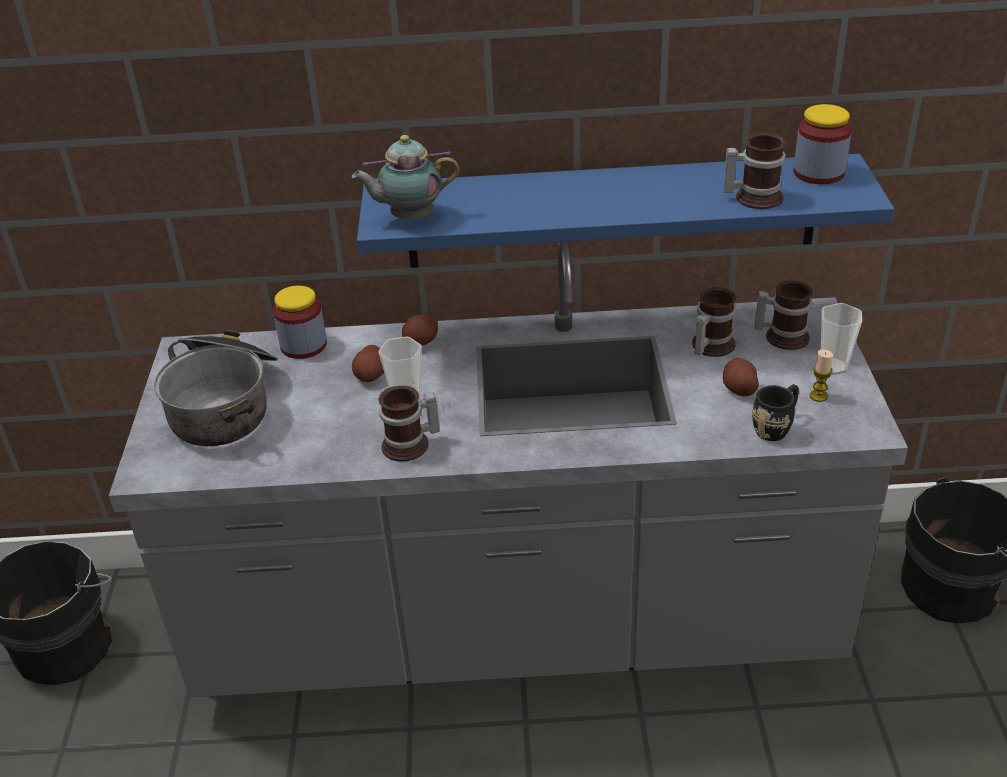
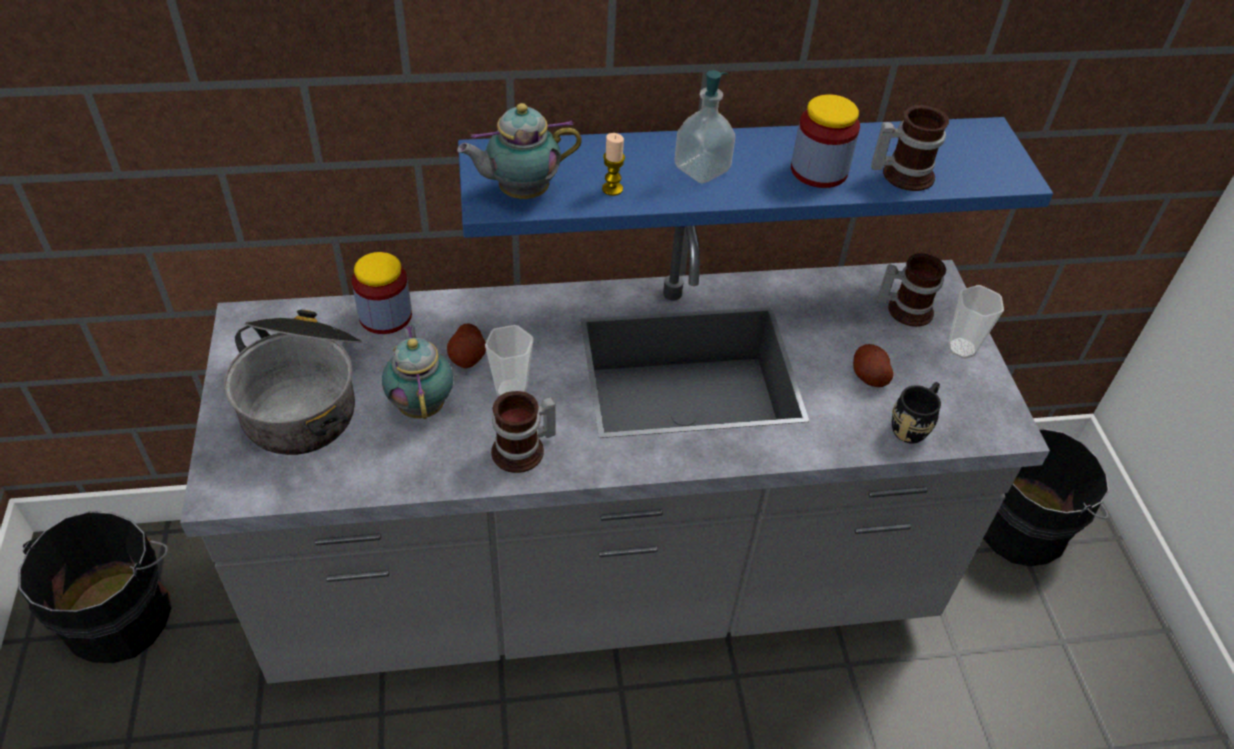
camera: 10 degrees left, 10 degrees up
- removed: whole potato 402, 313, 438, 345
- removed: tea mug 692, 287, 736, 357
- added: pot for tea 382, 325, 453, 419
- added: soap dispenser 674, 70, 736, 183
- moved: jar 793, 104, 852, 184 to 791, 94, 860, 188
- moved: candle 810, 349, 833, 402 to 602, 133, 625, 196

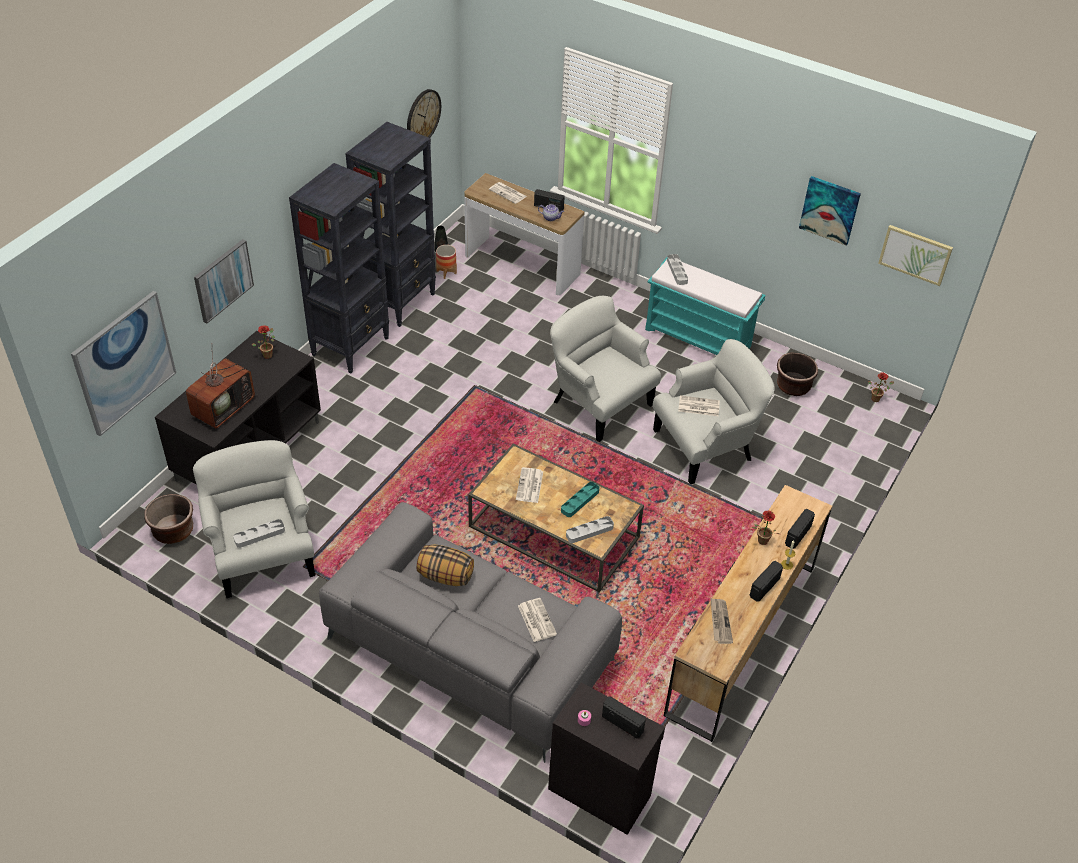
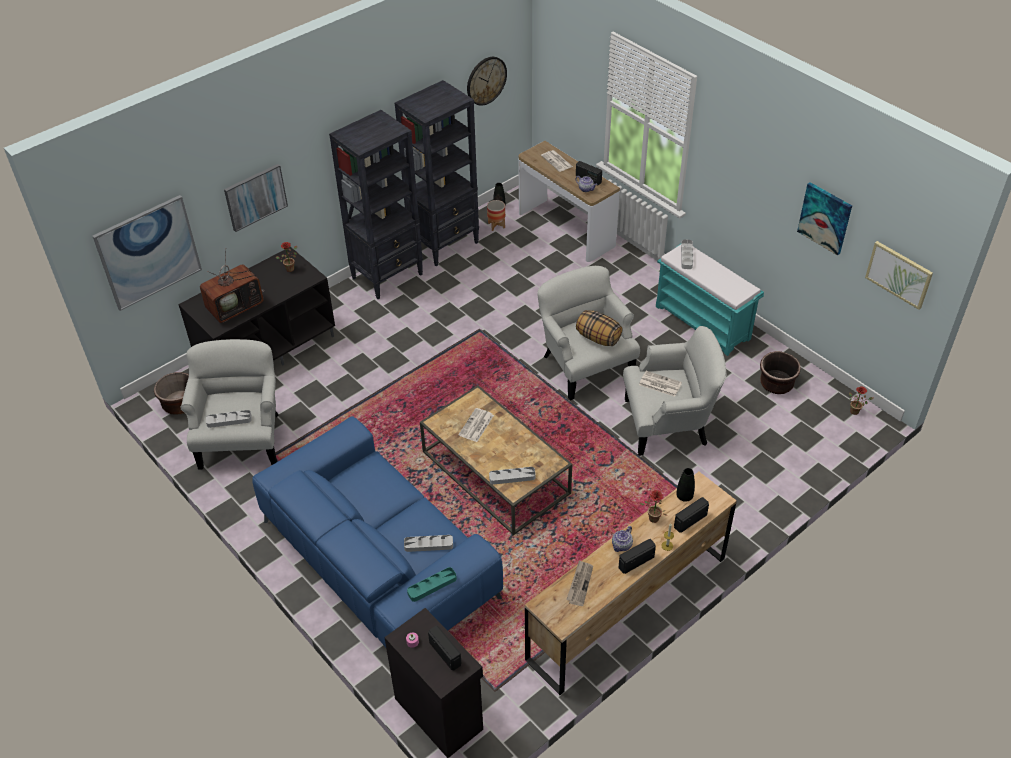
camera: 20 degrees right, 0 degrees up
- added: pot for tea 612, 526, 633, 552
- added: black flower vase 676, 468, 695, 502
- moved: throw pillow 417, 544, 474, 586 to 576, 310, 622, 346
- moved: blue-green tray 561, 482, 599, 517 to 407, 567, 457, 602
- replaced: daily paper 518, 598, 557, 642 to gray tray 404, 535, 453, 552
- recoloured: gray couch 319, 502, 622, 763 to bluish couch 252, 416, 503, 647

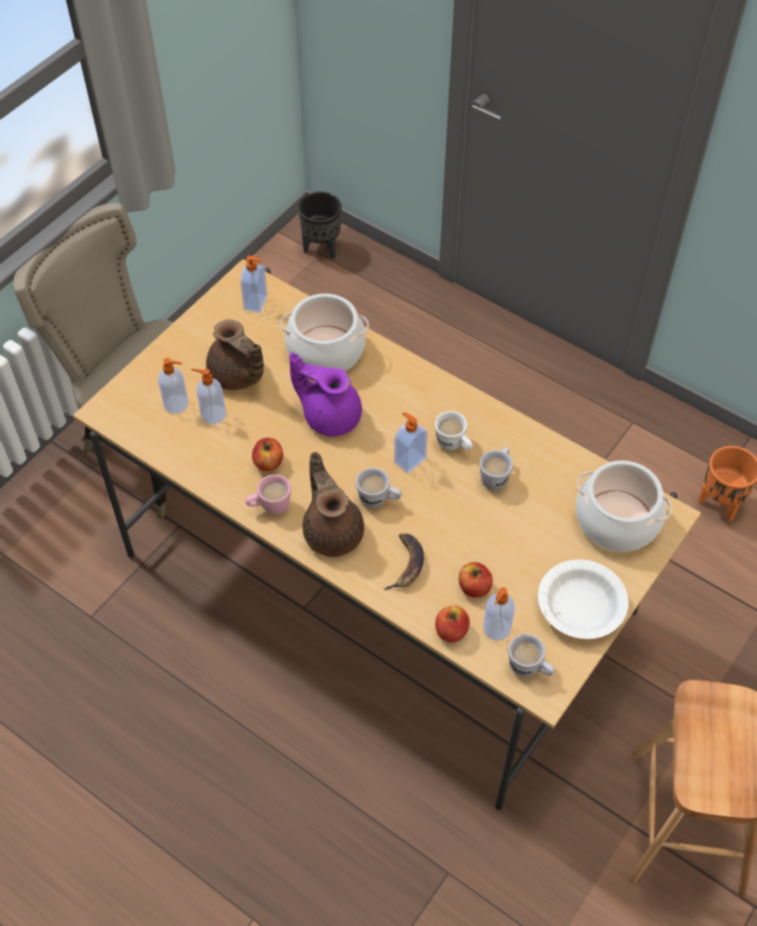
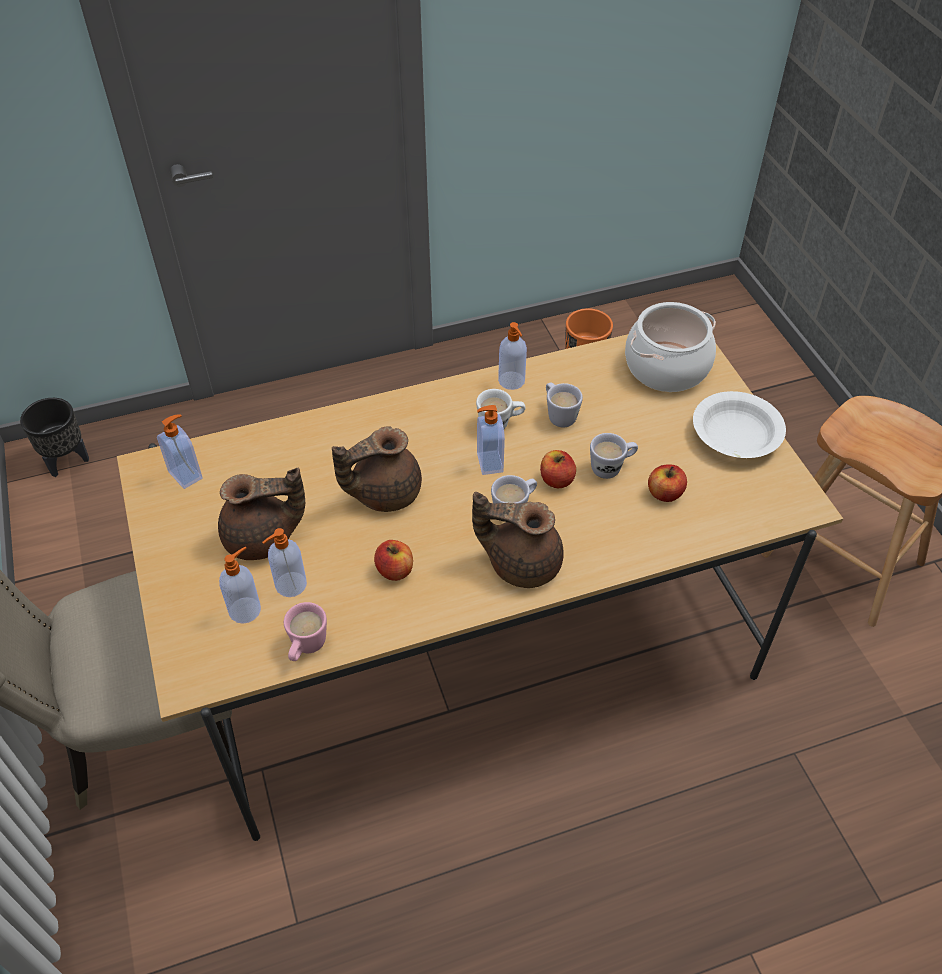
camera: 55 degrees left, 5 degrees down
- removed: cooking pot 280, 293, 369, 371
- removed: banana fruit 383, 534, 424, 590
- moved: pinkish tea mug 245, 474, 291, 515 to 284, 602, 327, 661
- moved: apple 435, 605, 470, 643 to 540, 450, 576, 488
- moved: soap dispenser 483, 587, 515, 640 to 498, 322, 527, 390
- moved: white tea mug 508, 634, 555, 677 to 590, 433, 638, 479
- recoloured: purplish pot for tea 289, 352, 362, 436 to brown-coloured pot for tea 332, 427, 422, 512

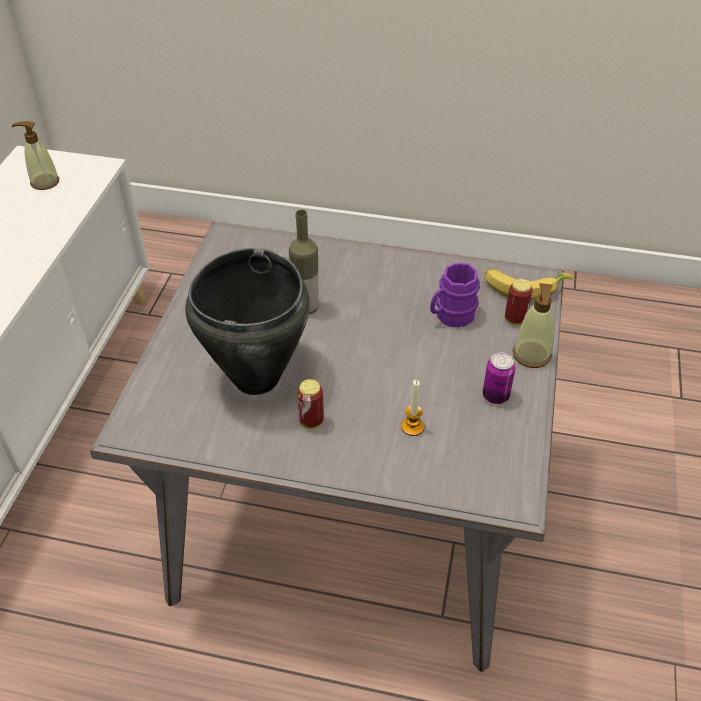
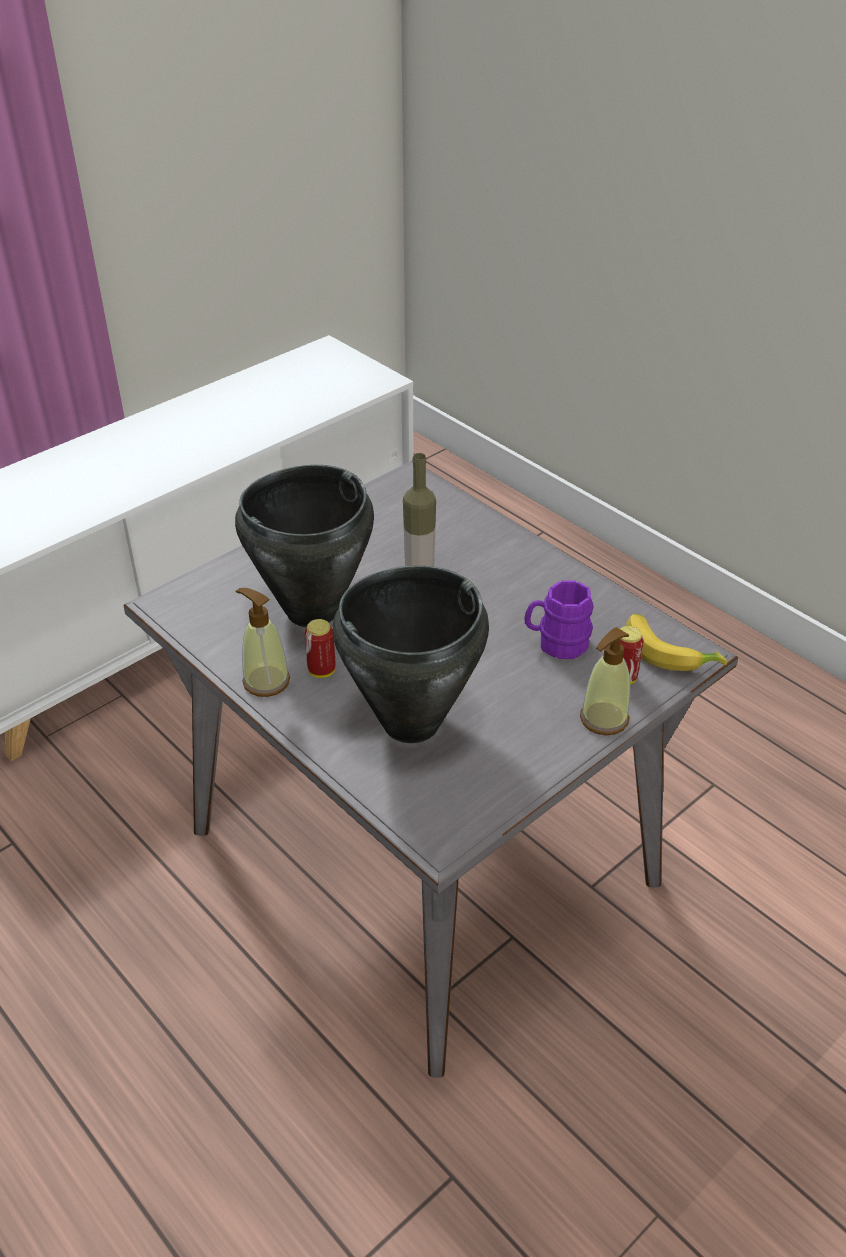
camera: 35 degrees right, 5 degrees down
- removed: metal can 483, 352, 515, 404
- moved: soap dispenser 12, 121, 59, 190 to 236, 588, 290, 697
- replaced: candle 401, 380, 424, 436 to black cooking pot 333, 566, 489, 743

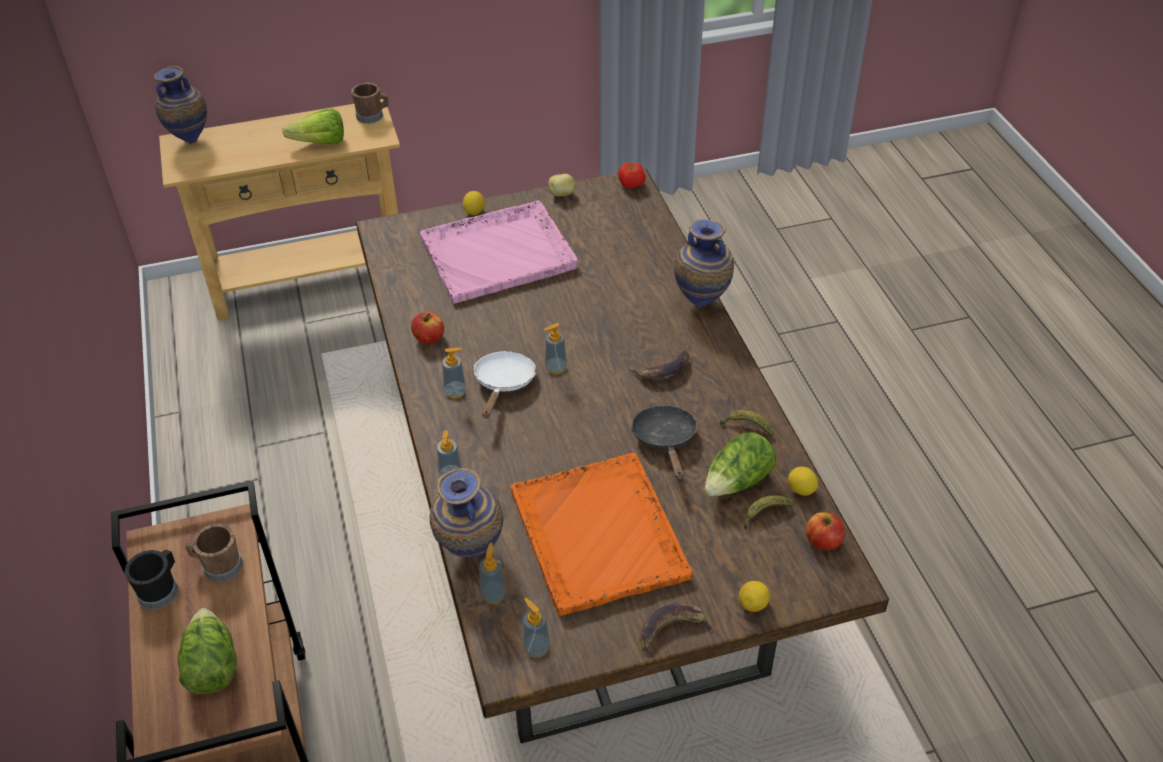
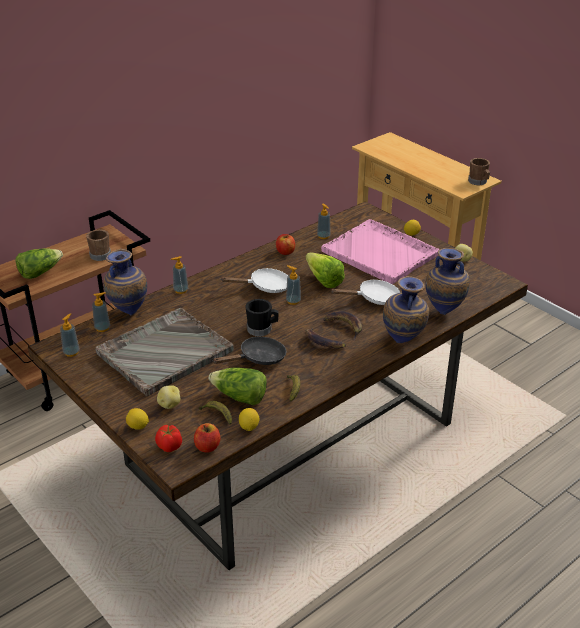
camera: 65 degrees right, 10 degrees down
- added: whole potato 157, 385, 180, 409
- added: white skillet 330, 279, 400, 305
- moved: black tea mug 124, 549, 178, 610 to 245, 299, 279, 336
- moved: flower vase 154, 66, 207, 144 to 426, 248, 470, 315
- moved: lettuce 282, 108, 344, 144 to 306, 252, 345, 288
- moved: soap dispenser 442, 348, 466, 399 to 317, 204, 331, 239
- moved: whole tomato 618, 162, 646, 189 to 155, 425, 182, 452
- moved: banana fruit 640, 603, 716, 652 to 323, 311, 362, 340
- recoloured: orangey tray 510, 453, 693, 616 to gray tray 95, 308, 234, 397

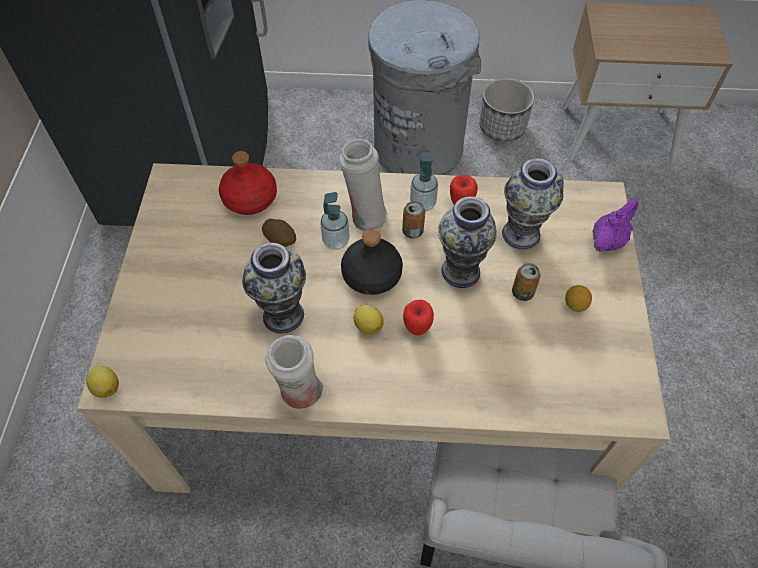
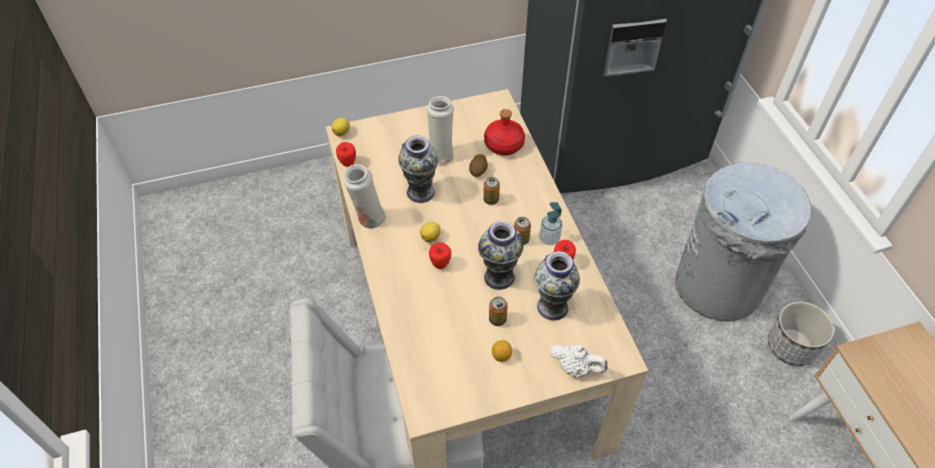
camera: 70 degrees right, 5 degrees down
- removed: black drink bottle 341, 229, 403, 295
- added: apple 336, 142, 356, 167
- moved: white flower vase 339, 139, 388, 231 to 427, 96, 454, 163
- replaced: soap dispenser 320, 192, 349, 250 to metal can 483, 177, 500, 205
- recoloured: purplish pot for tea 592, 198, 638, 252 to white pot for tea 550, 345, 608, 377

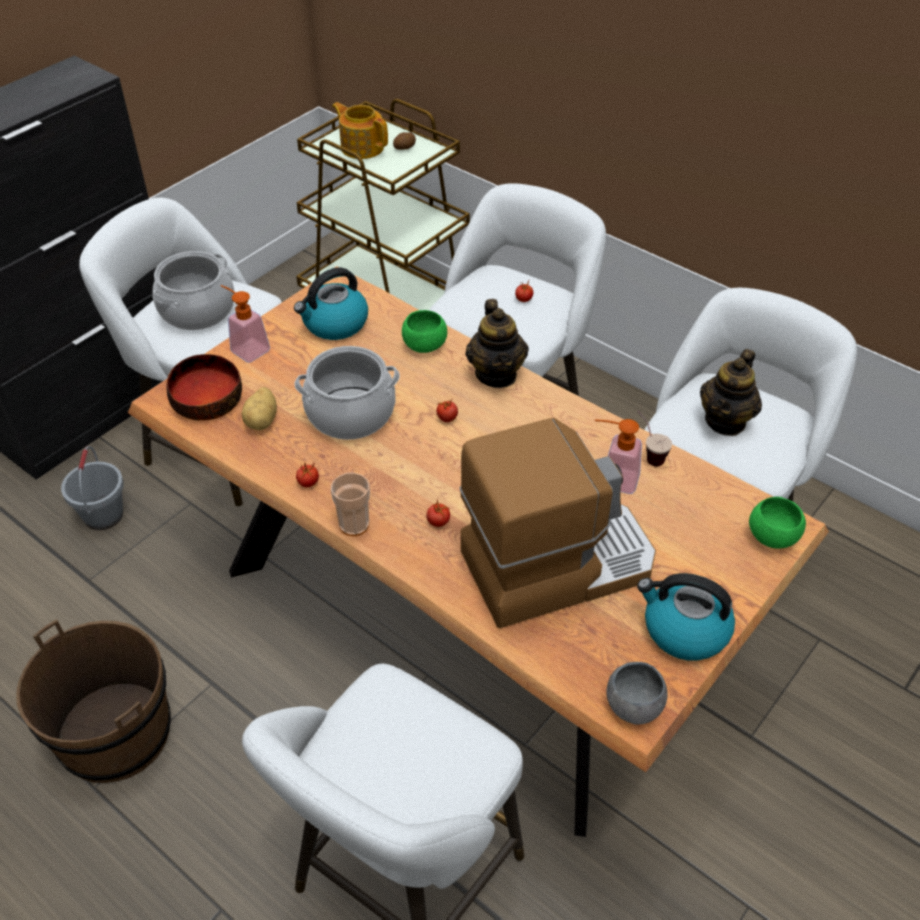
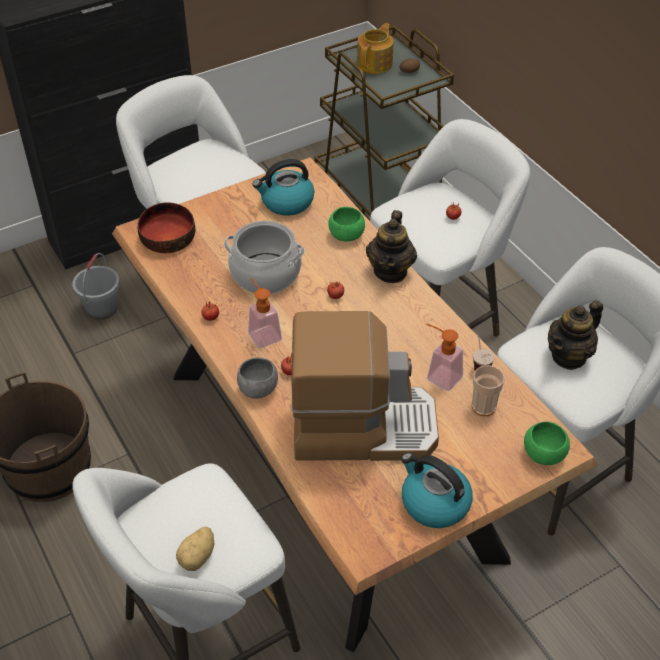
camera: 20 degrees right, 0 degrees up
- removed: cooking pot 153, 251, 234, 330
- moved: soap dispenser 221, 285, 270, 363 to 248, 278, 282, 348
- moved: whole potato 241, 387, 277, 430 to 176, 526, 215, 571
- moved: small cup 331, 473, 370, 536 to 472, 365, 505, 416
- moved: gray serving bowl 606, 662, 668, 725 to 237, 357, 278, 399
- turned: pot for tea 332, 102, 388, 159 = 357, 23, 394, 74 60 degrees clockwise

